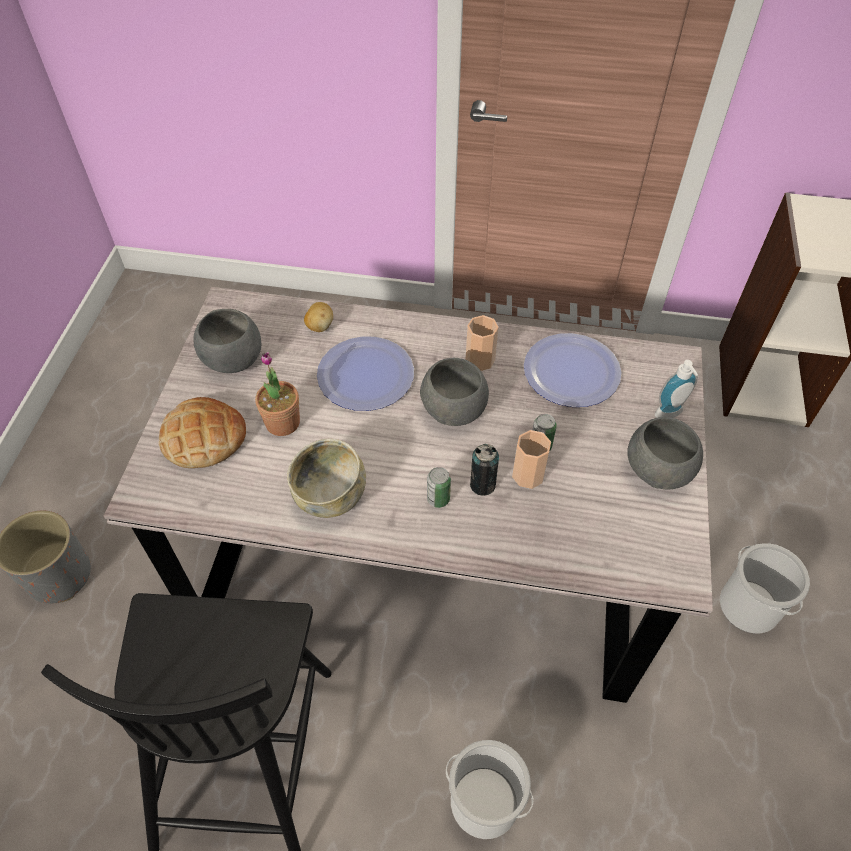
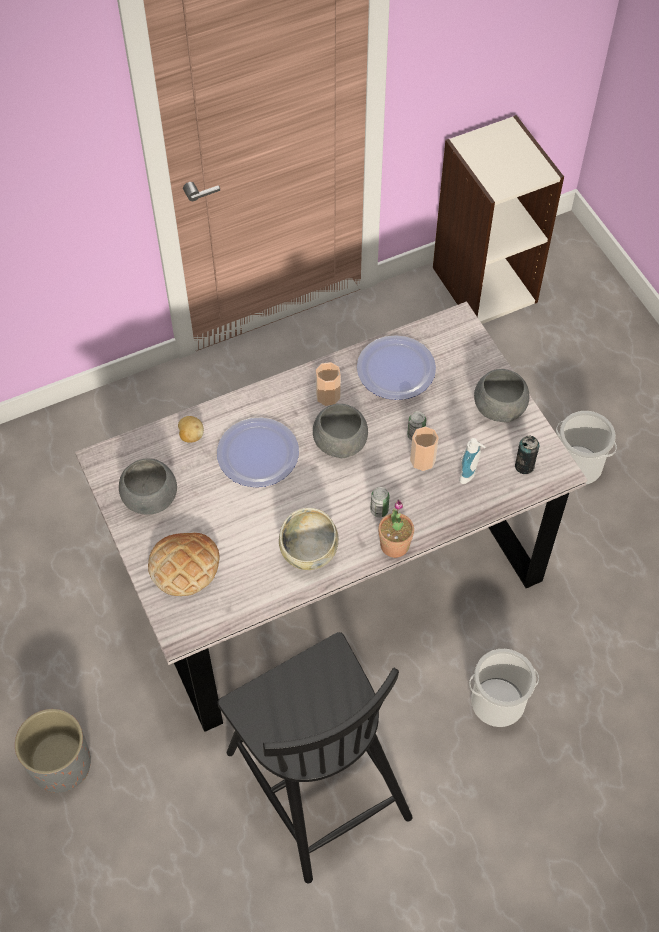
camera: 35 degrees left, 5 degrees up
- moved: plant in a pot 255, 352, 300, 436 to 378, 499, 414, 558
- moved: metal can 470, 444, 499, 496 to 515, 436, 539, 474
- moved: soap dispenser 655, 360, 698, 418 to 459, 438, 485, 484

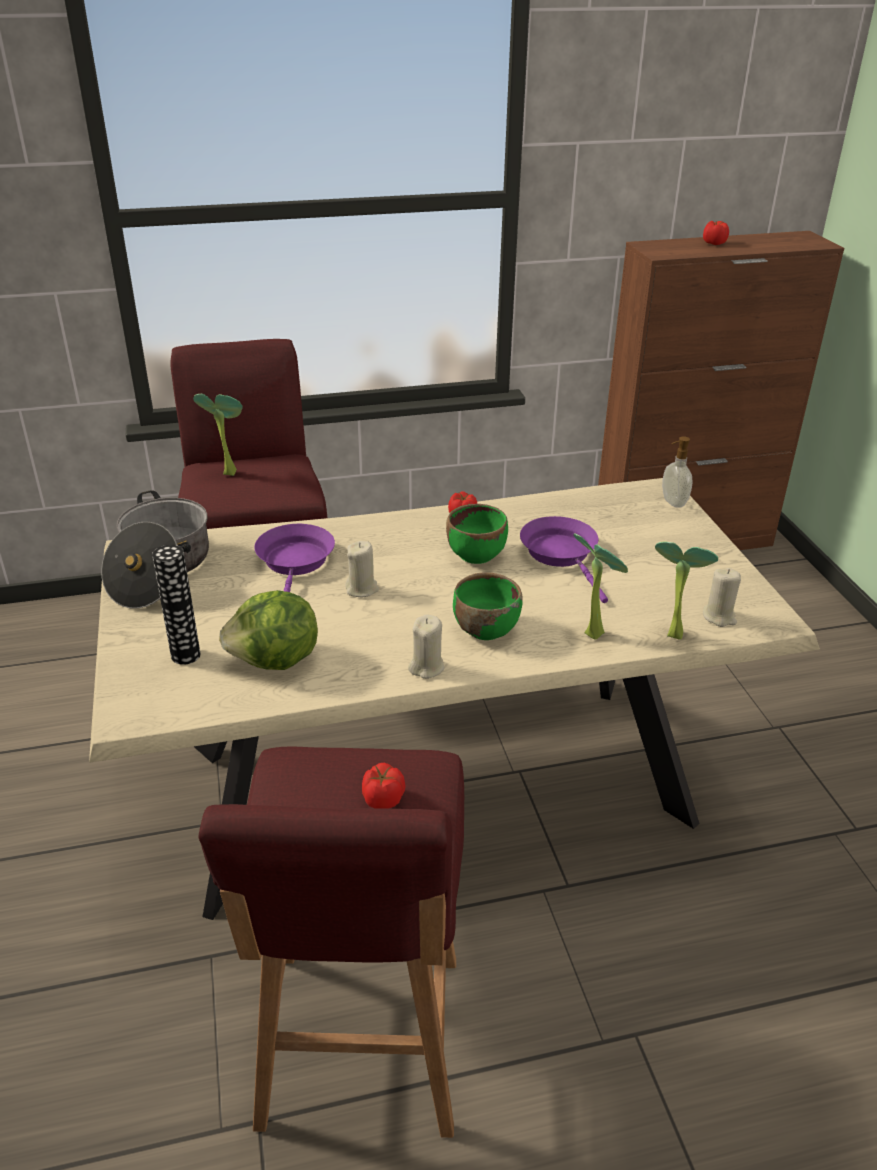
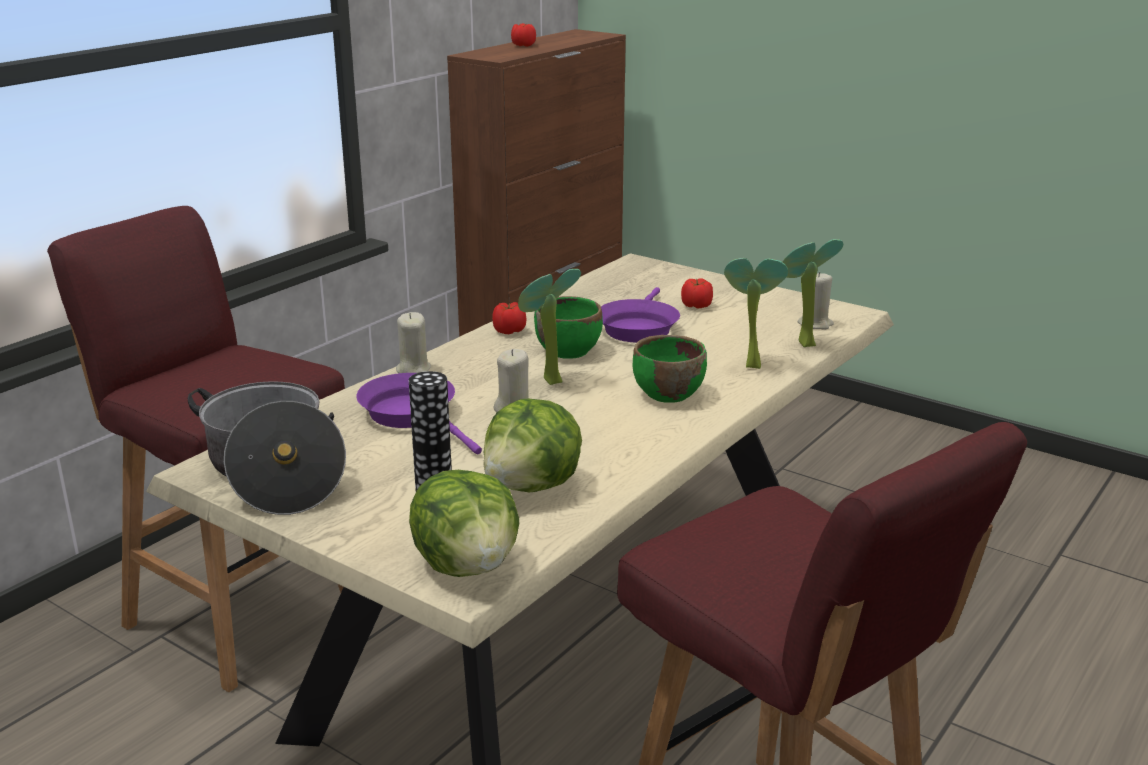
camera: 40 degrees left, 10 degrees down
- removed: soap dispenser 662, 436, 693, 508
- added: lettuce 409, 470, 519, 577
- moved: plant in a pot 193, 394, 243, 476 to 518, 269, 581, 385
- moved: whole tomato 362, 763, 405, 809 to 681, 278, 713, 309
- moved: beige candle 408, 614, 445, 679 to 396, 312, 431, 373
- turned: purplish skillet 520, 516, 608, 603 = 601, 287, 680, 343 105 degrees counterclockwise

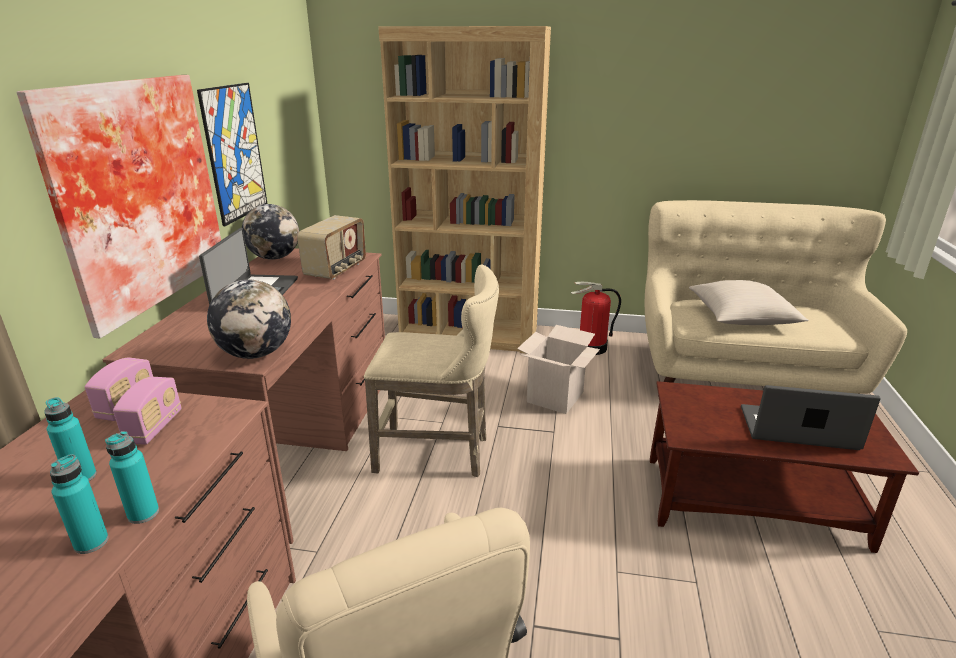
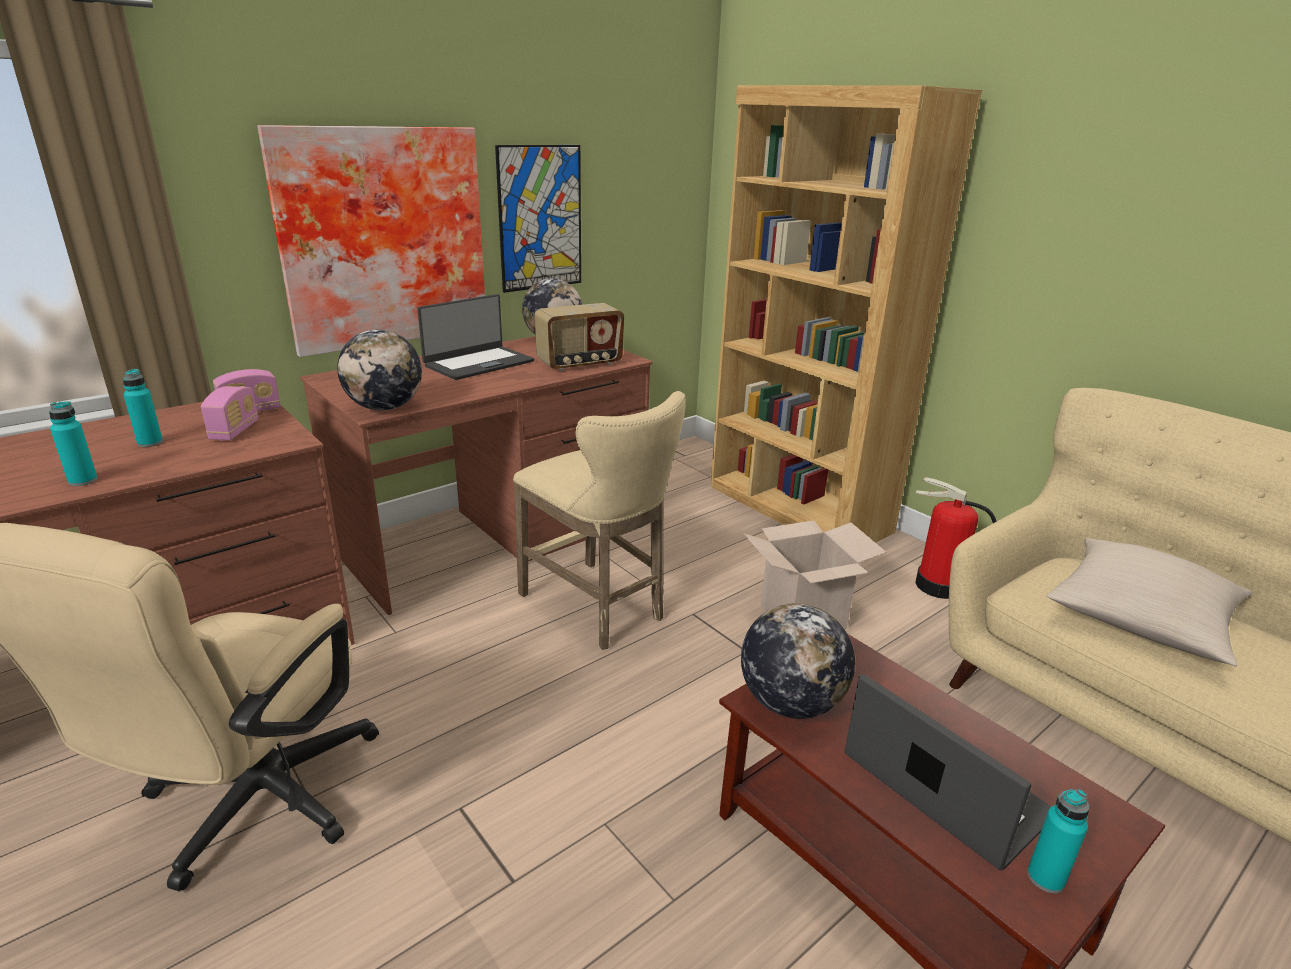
camera: 40 degrees right, 0 degrees up
- added: world globe 741, 603, 855, 719
- moved: blue-green drink bottle 105, 431, 159, 524 to 1027, 789, 1090, 893
- turned: radio set 113, 377, 182, 445 = 201, 386, 258, 441 45 degrees counterclockwise

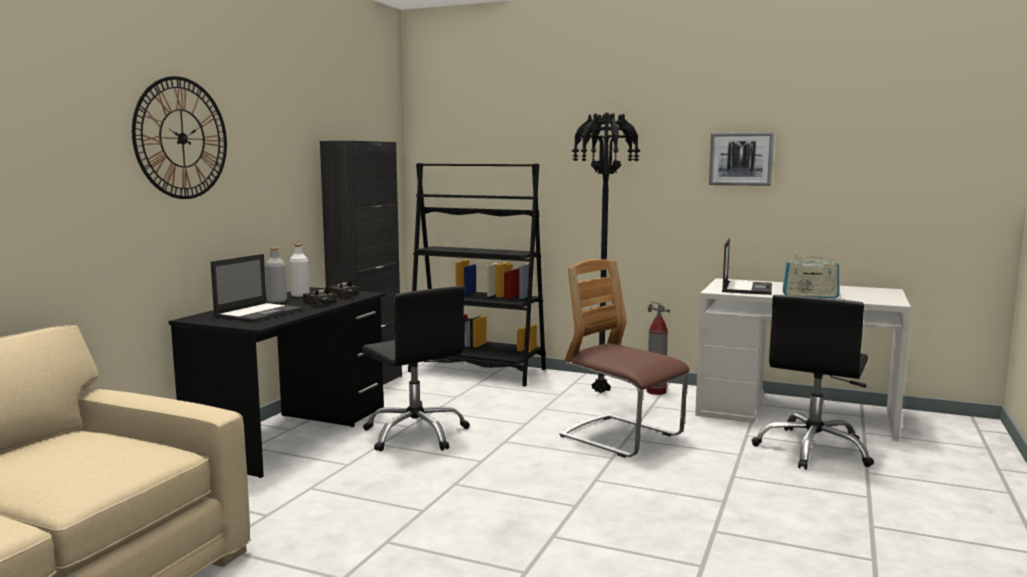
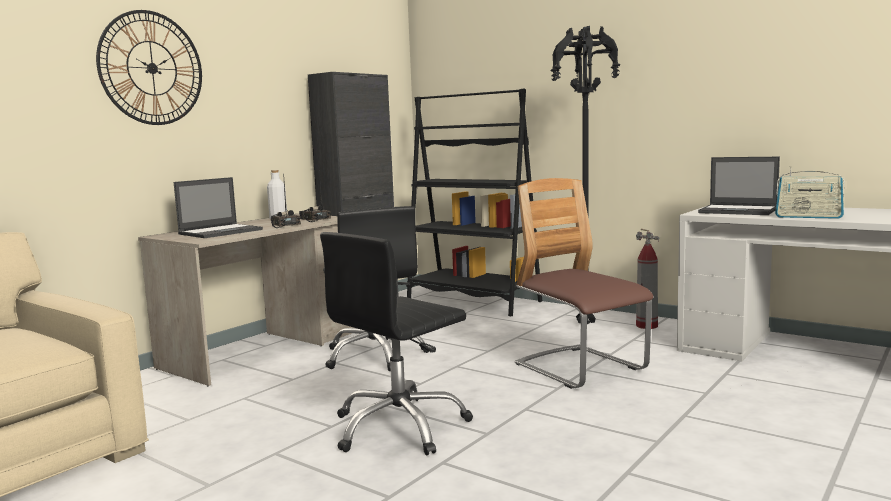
camera: 15 degrees right, 0 degrees up
- removed: gray drink bottle 265, 248, 287, 303
- removed: wall art 709, 132, 774, 186
- moved: black computer chair 752, 295, 874, 470 to 320, 232, 473, 455
- recoloured: black desk unit 169, 287, 386, 478 to beige desk unit 138, 214, 354, 386
- turned: portable computer 722, 238, 772, 295 = 698, 157, 780, 215 90 degrees clockwise

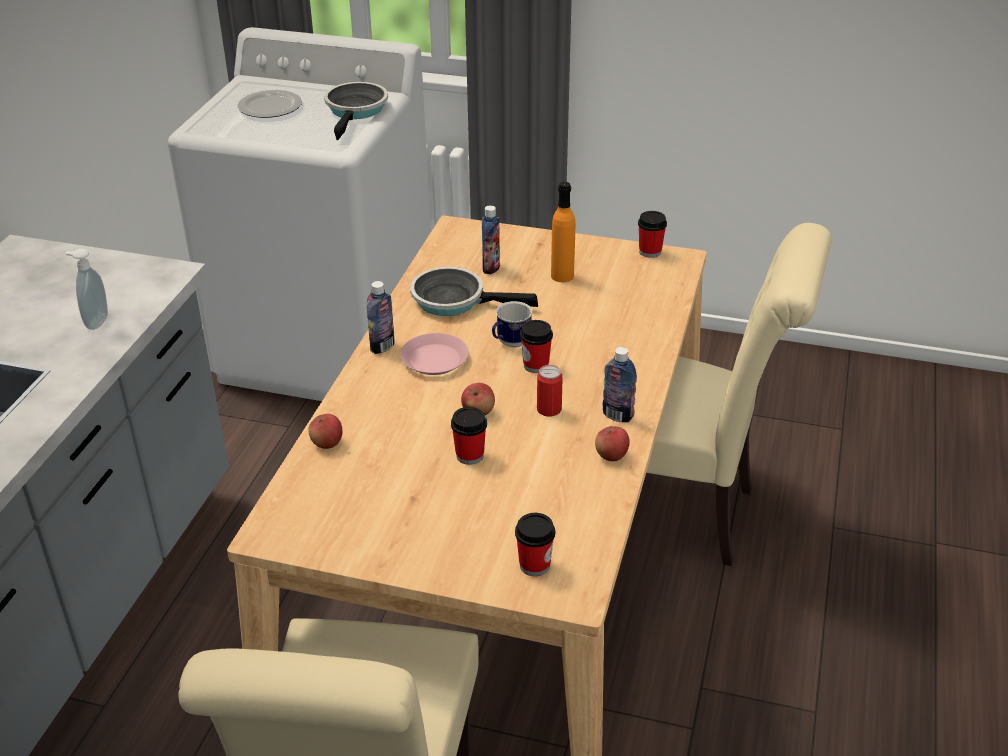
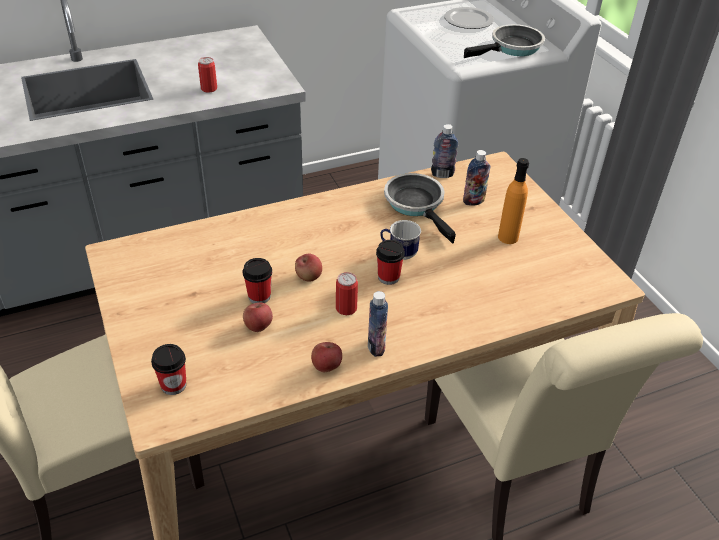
camera: 50 degrees right, 5 degrees up
- removed: pinkish plate 400, 333, 469, 375
- removed: small cup 638, 211, 667, 258
- moved: apple 308, 414, 342, 449 to 243, 303, 273, 332
- moved: drink bottle 367, 281, 395, 354 to 431, 124, 458, 178
- replaced: soap dispenser 65, 249, 108, 330 to metal can 198, 57, 217, 93

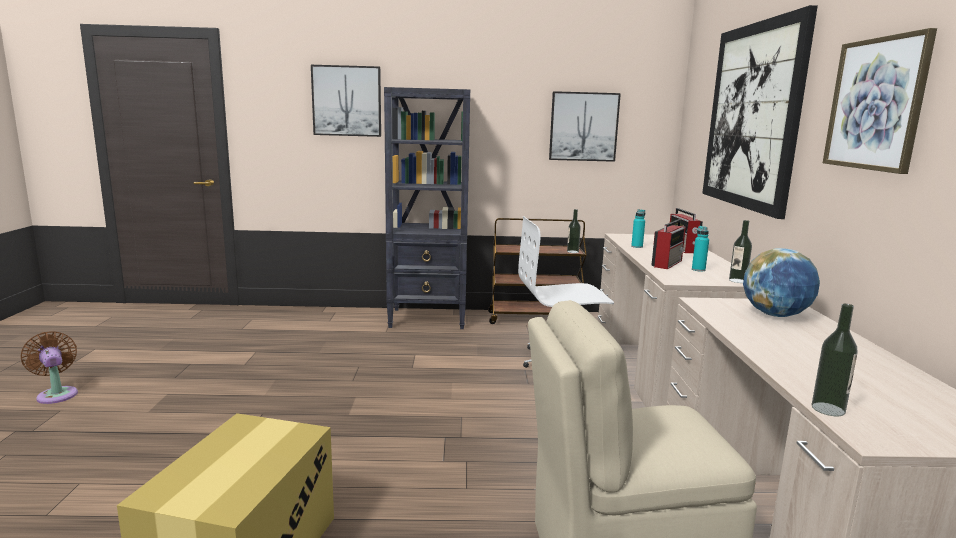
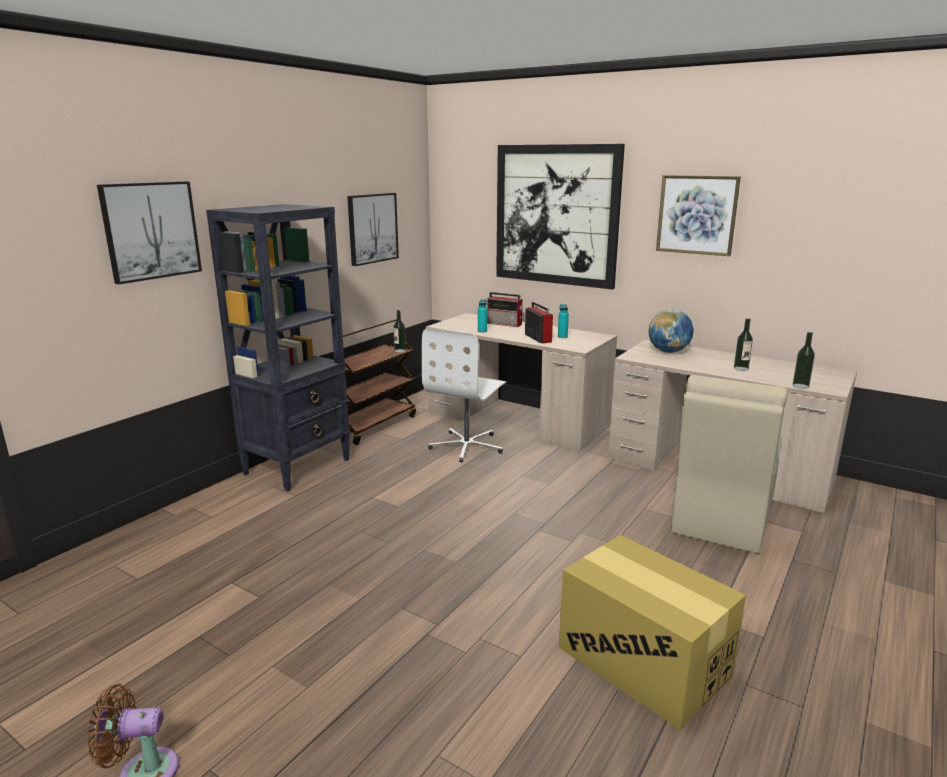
camera: 55 degrees left, 5 degrees up
- moved: drink bottle 729, 220, 752, 283 to 734, 318, 753, 371

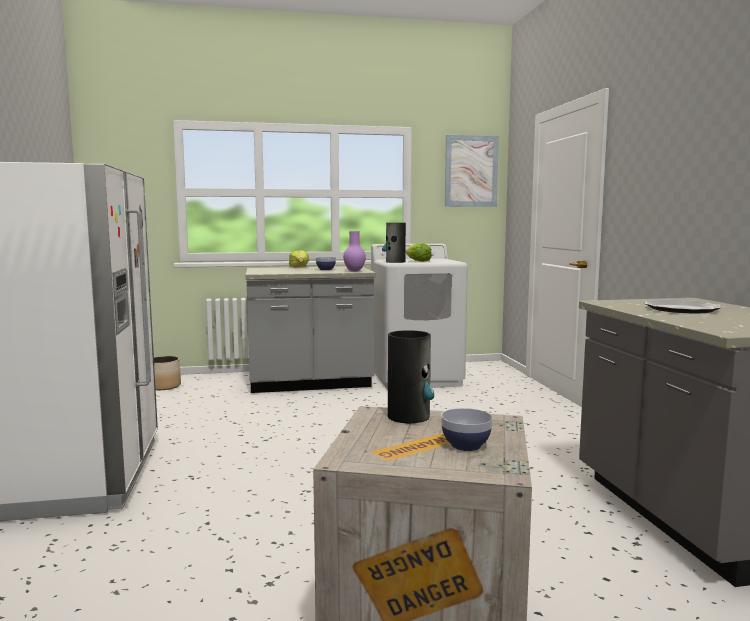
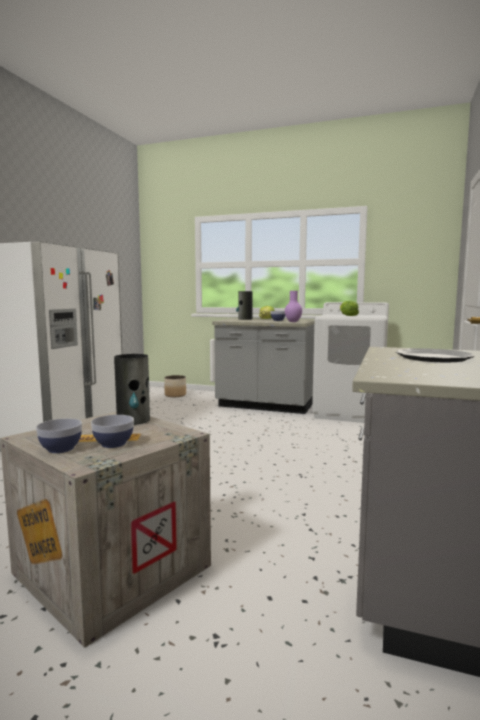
camera: 30 degrees right, 0 degrees up
- removed: wall art 445, 135, 499, 207
- added: serving bowl 36, 418, 82, 453
- moved: flower vase 382, 223, 406, 263 to 236, 291, 253, 320

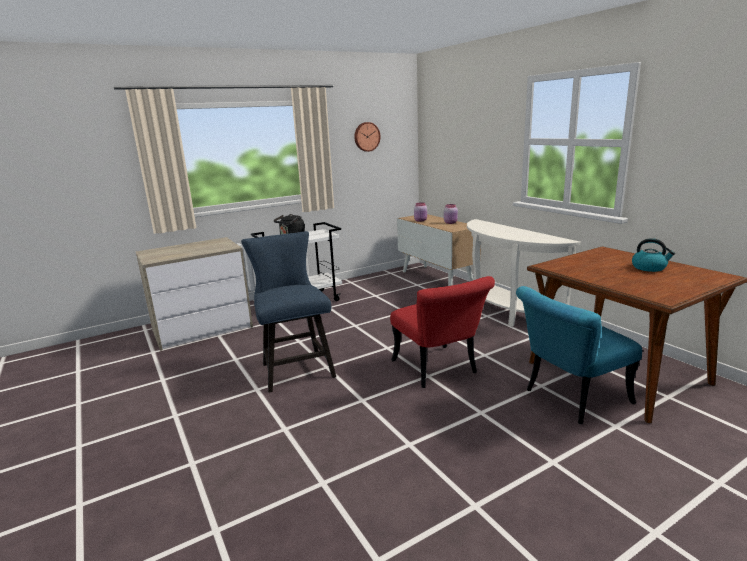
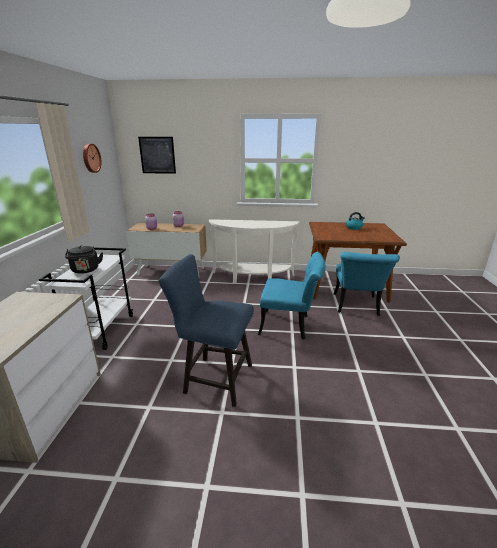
camera: 55 degrees left, 5 degrees up
- added: wall art 138, 137, 176, 174
- recoloured: reddish chair 390, 276, 495, 388 to blue-green chair 258, 252, 325, 340

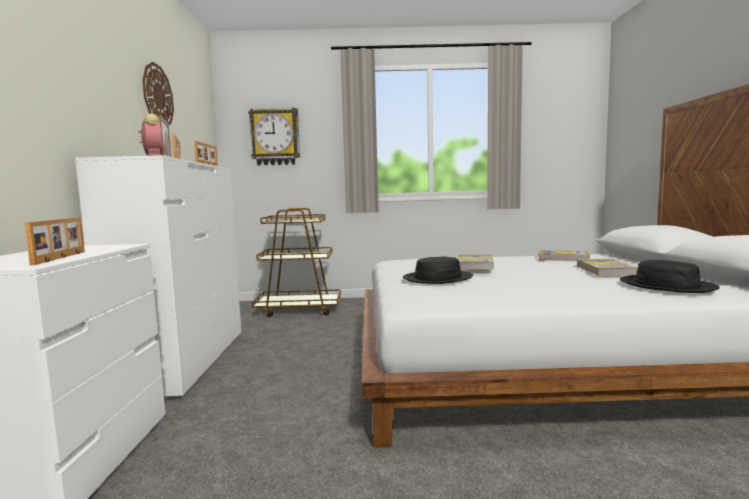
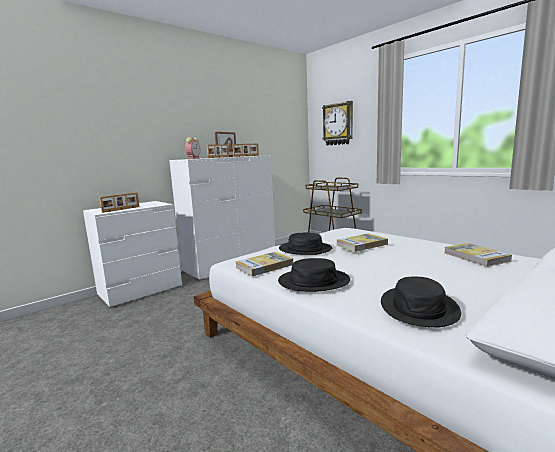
camera: 50 degrees right, 5 degrees up
- removed: clock on the wall 142, 62, 174, 125
- added: black clothing hat 278, 258, 350, 292
- moved: book 576, 259, 638, 276 to 235, 252, 293, 276

